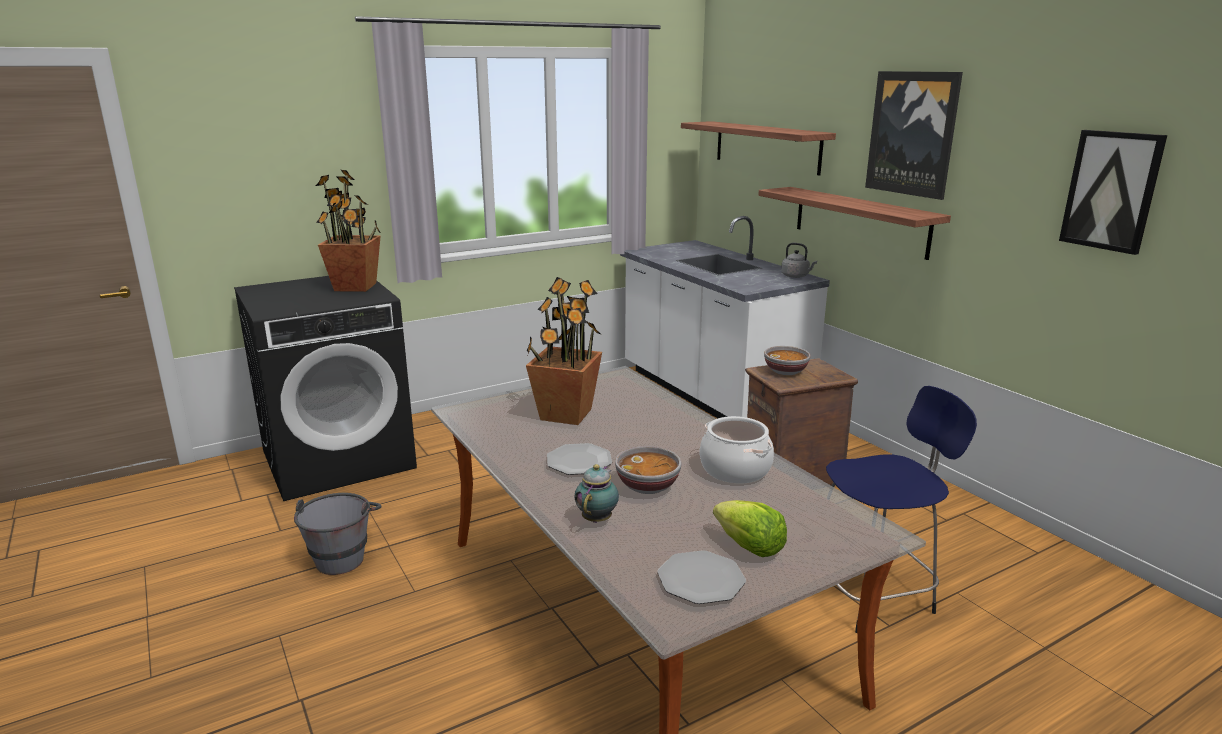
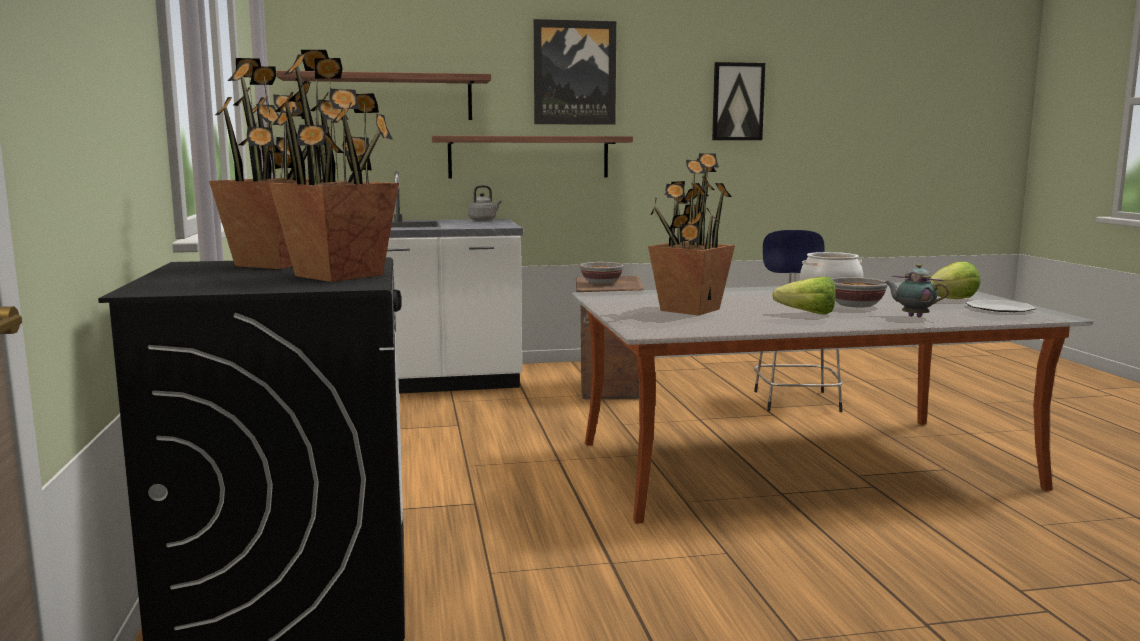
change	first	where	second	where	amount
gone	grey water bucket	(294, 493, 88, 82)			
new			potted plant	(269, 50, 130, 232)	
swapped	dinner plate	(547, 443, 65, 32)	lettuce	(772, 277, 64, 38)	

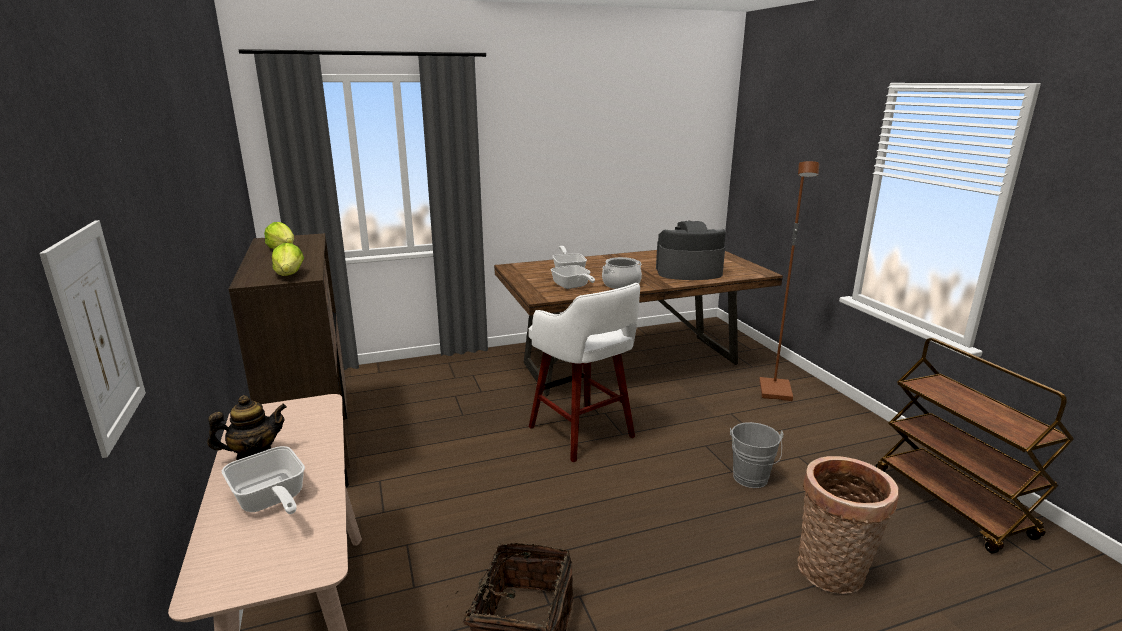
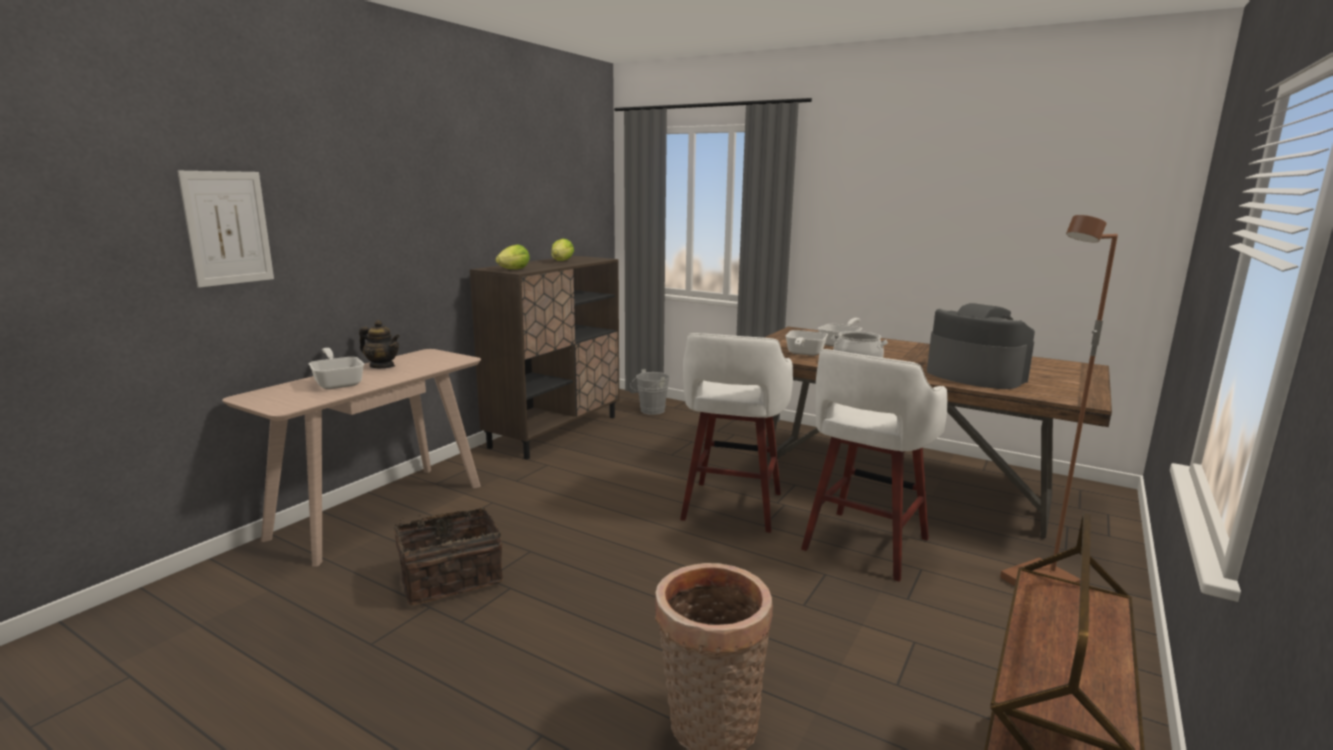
change	first	where	second	where	amount
new			white stool seat	(801, 349, 147, 233)	
shifted	grey water bucket	(730, 422, 54, 66)		(630, 369, 40, 46)	
rotated	frying pan	(222, 446, 83, 68)		(309, 348, 55, 41)	135 degrees clockwise

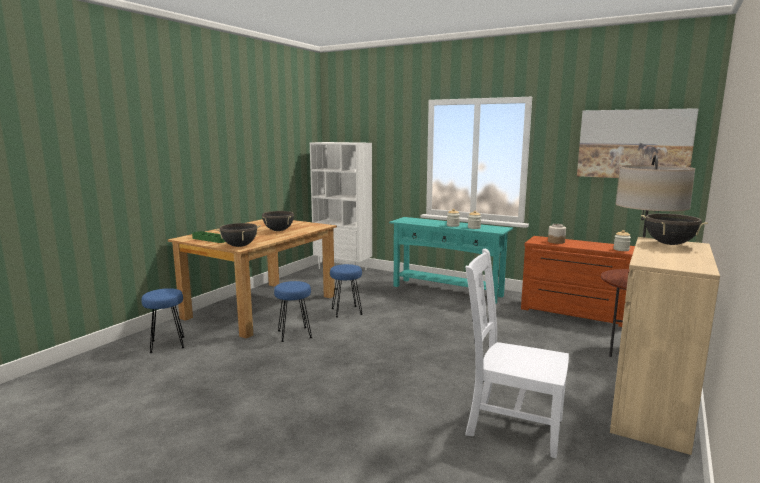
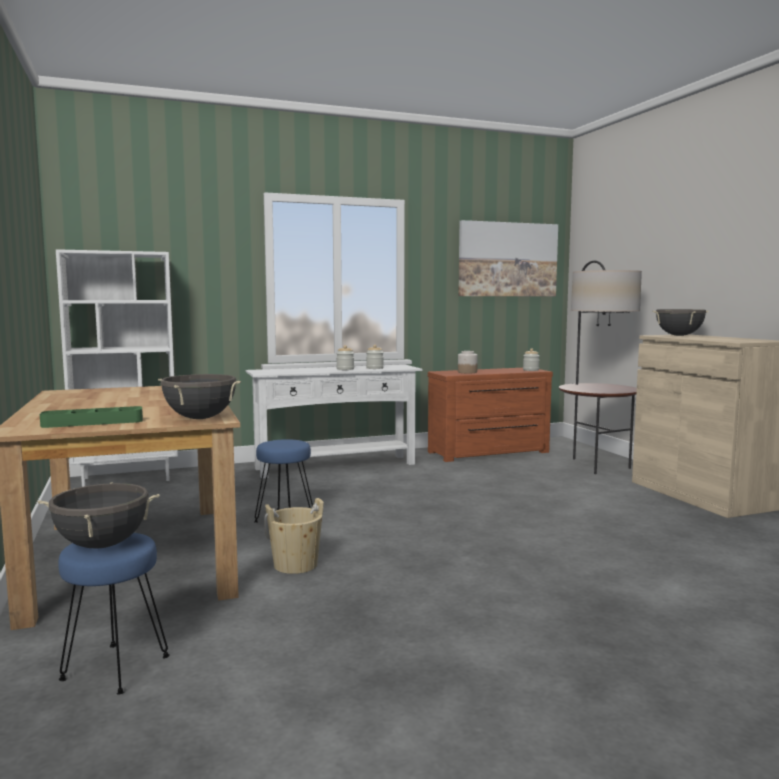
change	first	where	second	where	amount
gone	white chair	(465, 249, 104, 209)			
shifted	blackish cooking pot	(262, 211, 32, 20)		(38, 482, 122, 67)	
swapped	blue-coloured stool seat	(274, 281, 38, 61)	beige water bucket	(264, 498, 60, 76)	
repainted	turquoise hall table	(389, 217, 124, 87)	white hall table	(246, 364, 176, 115)	

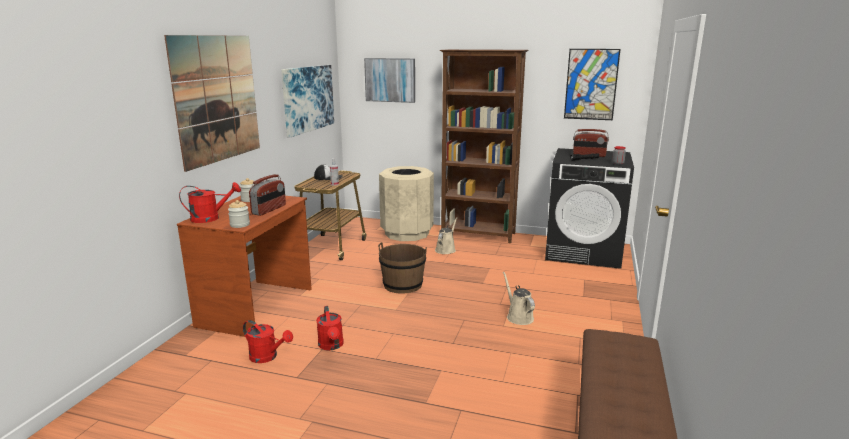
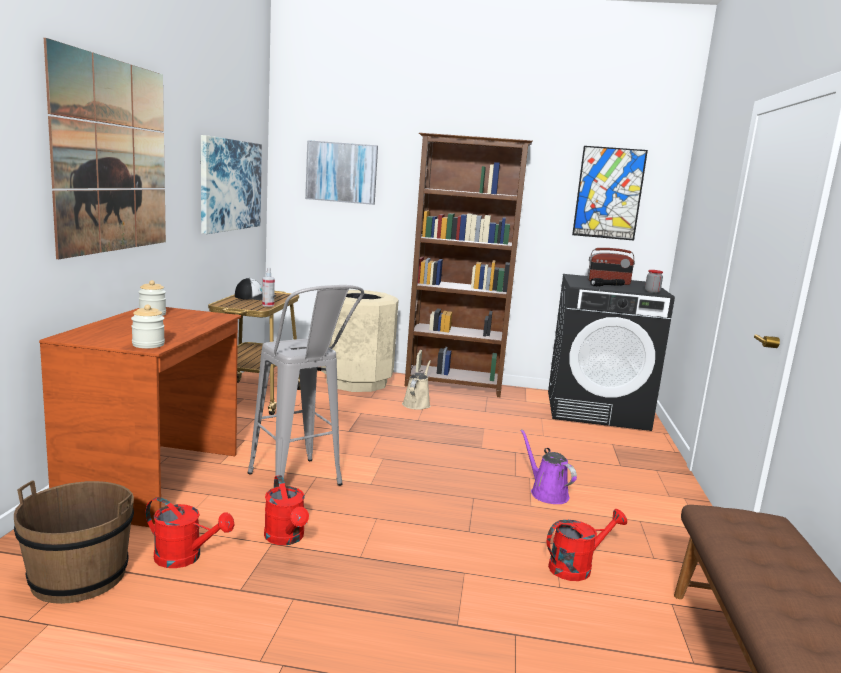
change	first	where	second	where	amount
gone	radio	(249, 174, 37, 42)			
new			grey stool seat	(248, 285, 116, 201)	
shifted	red-coloured watering pot	(179, 182, 62, 41)		(547, 509, 80, 72)	
shifted	brown-coloured water bucket	(378, 242, 49, 52)		(14, 480, 120, 124)	
repainted	beige watering pot	(503, 272, 32, 53)	purple watering pot	(520, 429, 57, 75)	

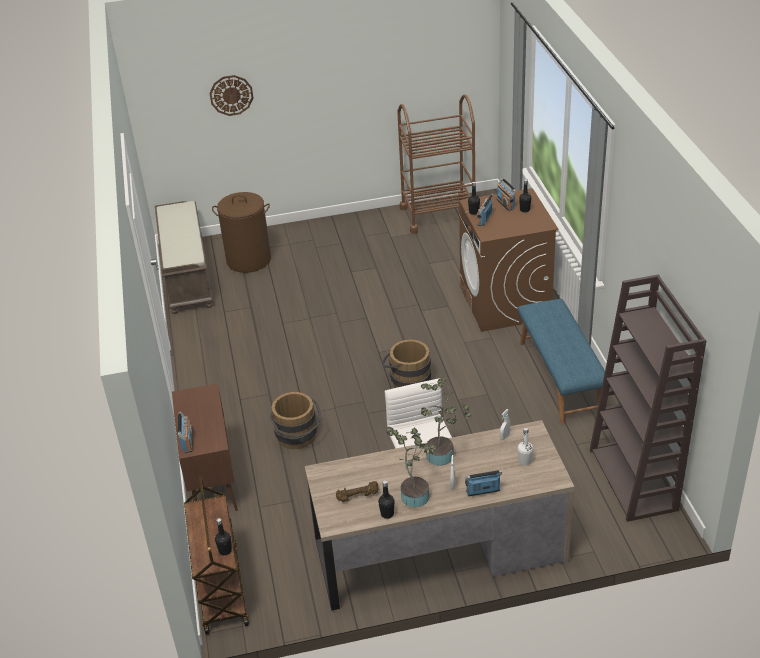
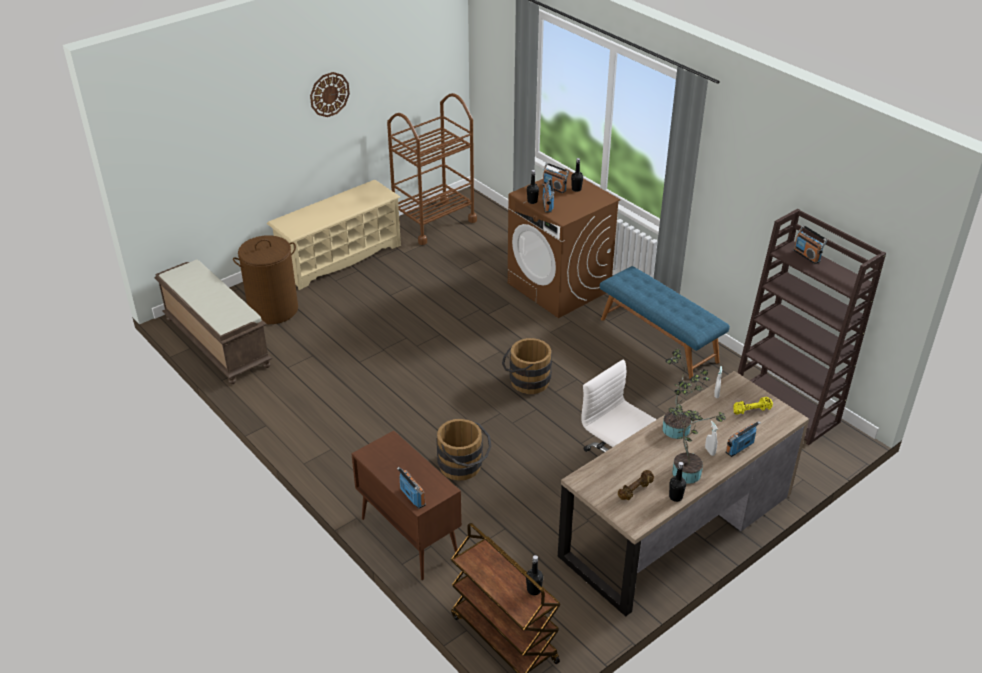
change	first	where	second	where	amount
new			beige shoe stand	(267, 180, 134, 110)	
new			radio	(793, 225, 34, 39)	
shifted	wall clock	(210, 75, 43, 41)		(310, 72, 40, 45)	
swapped	white drink bottle	(518, 428, 15, 37)	yellow free weight	(733, 397, 40, 18)	

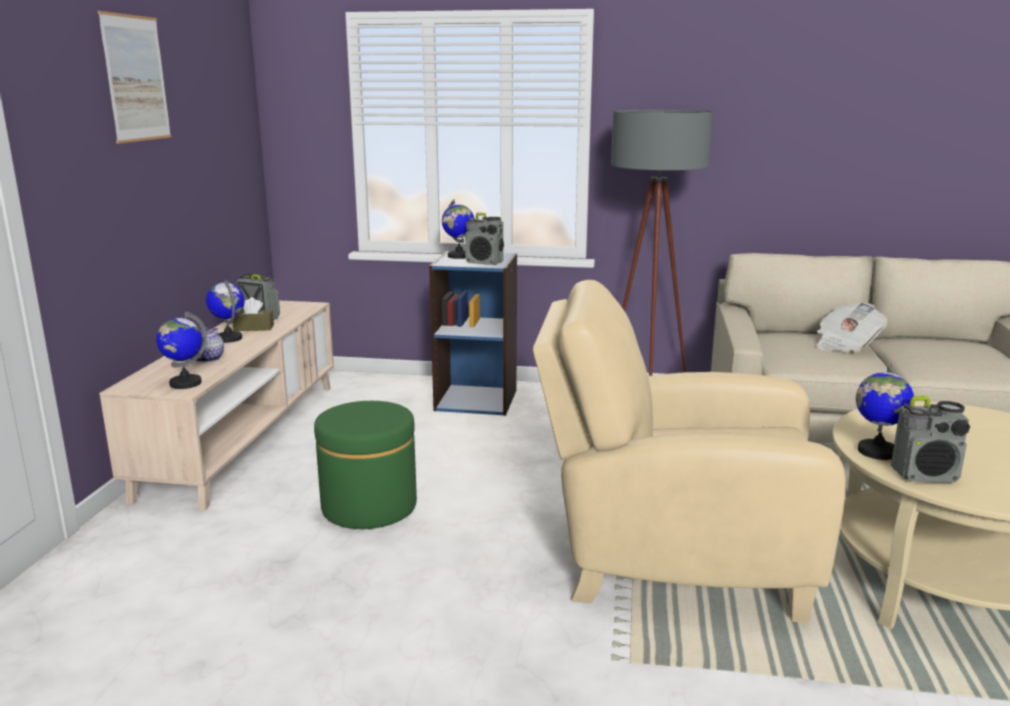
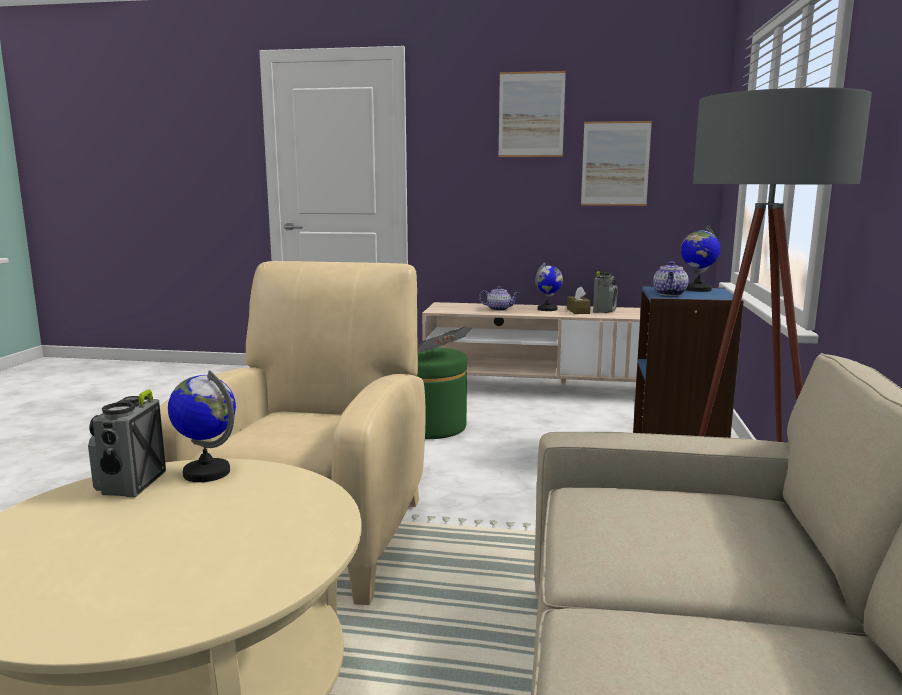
change	first	where	second	where	amount
gone	world globe	(156, 312, 51, 77)			
new			picture	(581, 121, 71, 85)	
shifted	newspaper	(817, 302, 71, 50)		(417, 327, 55, 25)	
swapped	radio	(465, 213, 39, 52)	tea pot	(653, 261, 36, 35)	

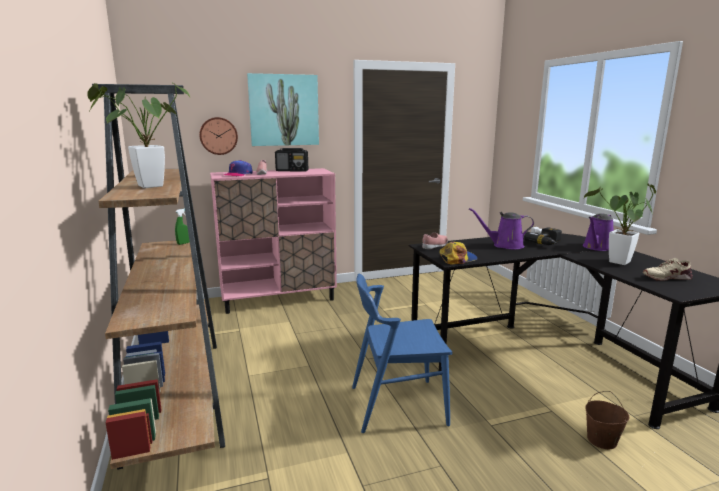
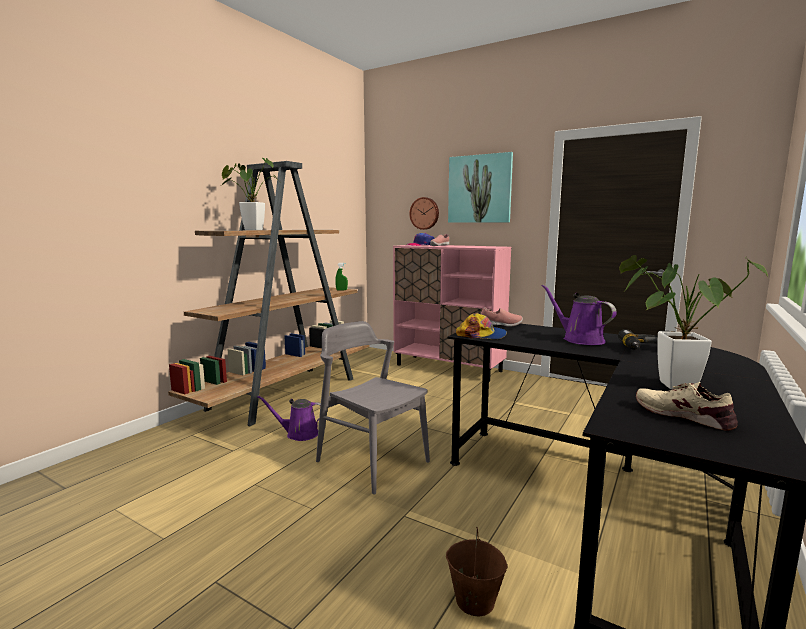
change	first	where	second	where	amount
gone	radio	(275, 148, 33, 24)			
shifted	purple watering pot	(583, 213, 31, 38)		(257, 396, 64, 45)	
repainted	blue-coloured chair	(352, 274, 100, 159)	grey chair	(316, 321, 114, 174)	

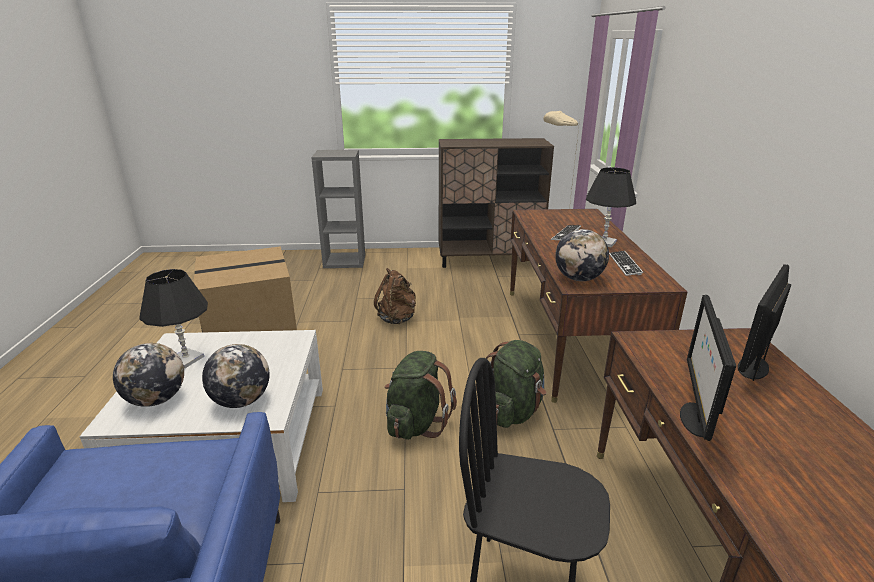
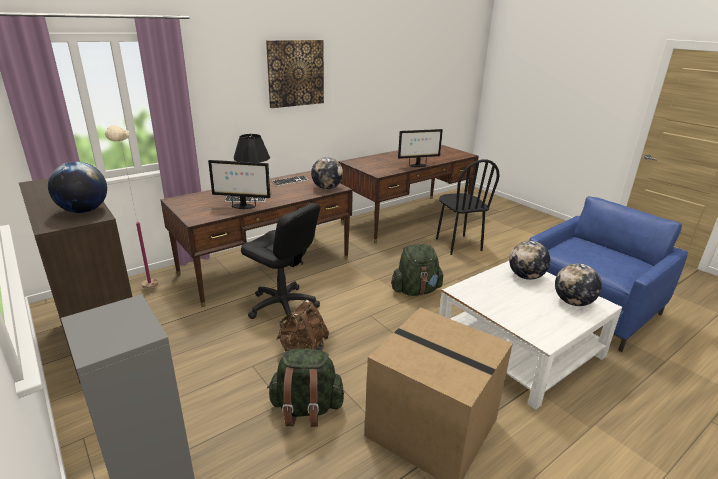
change	first	where	second	where	amount
gone	blackish lamp for a table	(139, 269, 69, 99)			
new			world globe	(48, 161, 59, 52)	
new			blackish desk chair	(241, 203, 79, 116)	
new			picture	(266, 40, 58, 68)	
shifted	green-coloured backpack	(476, 340, 71, 88)		(267, 348, 77, 79)	
shifted	monitor	(738, 264, 54, 117)		(208, 160, 62, 49)	

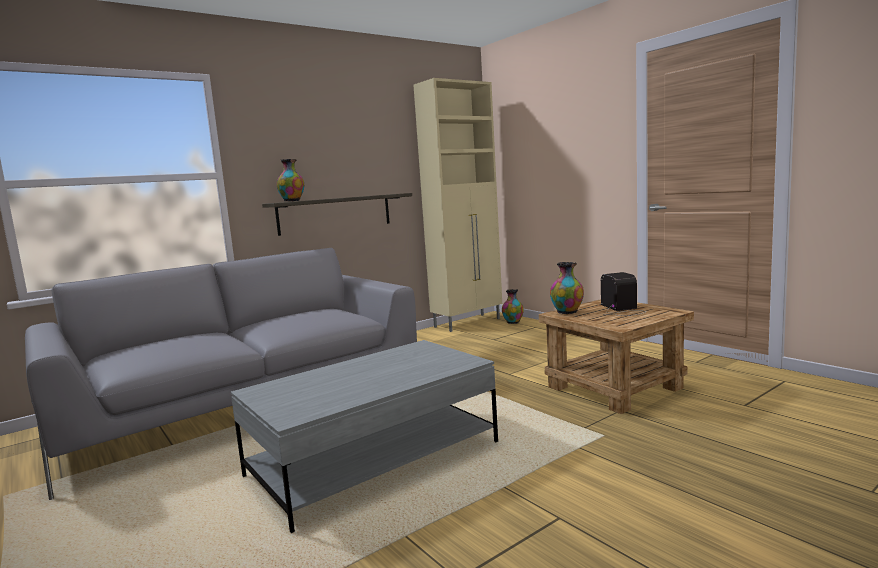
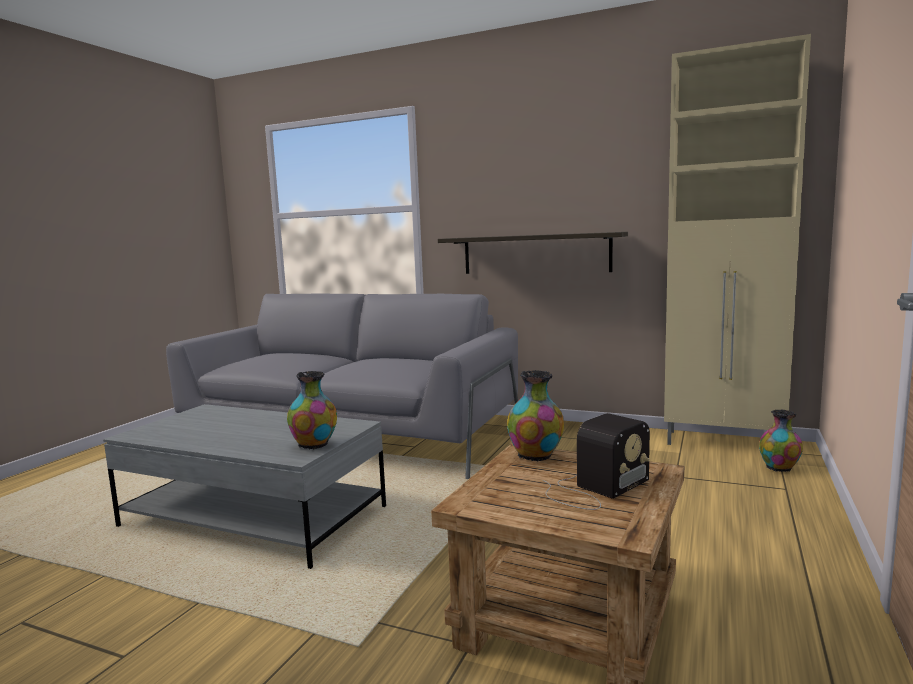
change	first	where	second	where	amount
shifted	flower vase	(277, 159, 27, 42)		(287, 371, 50, 78)	

